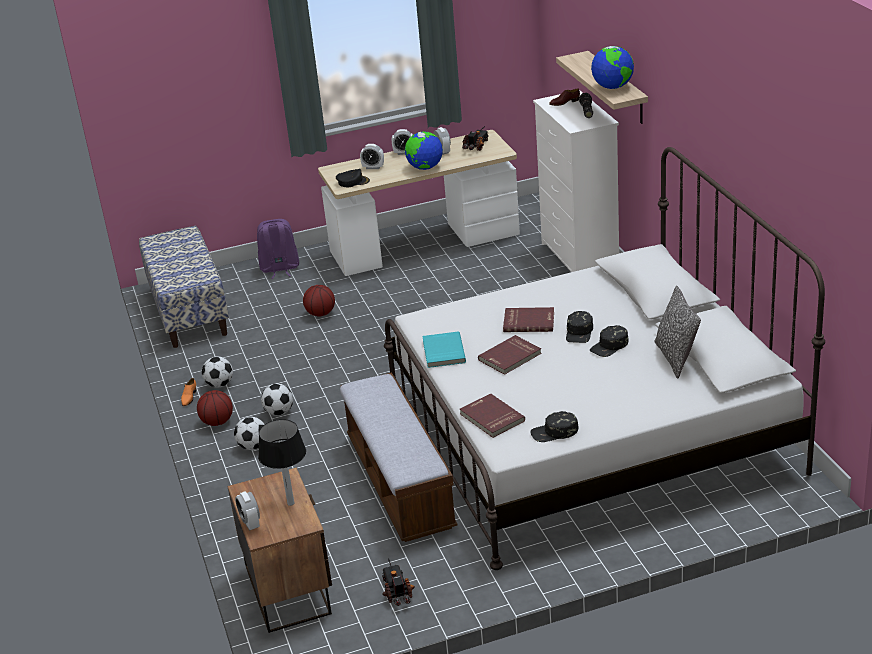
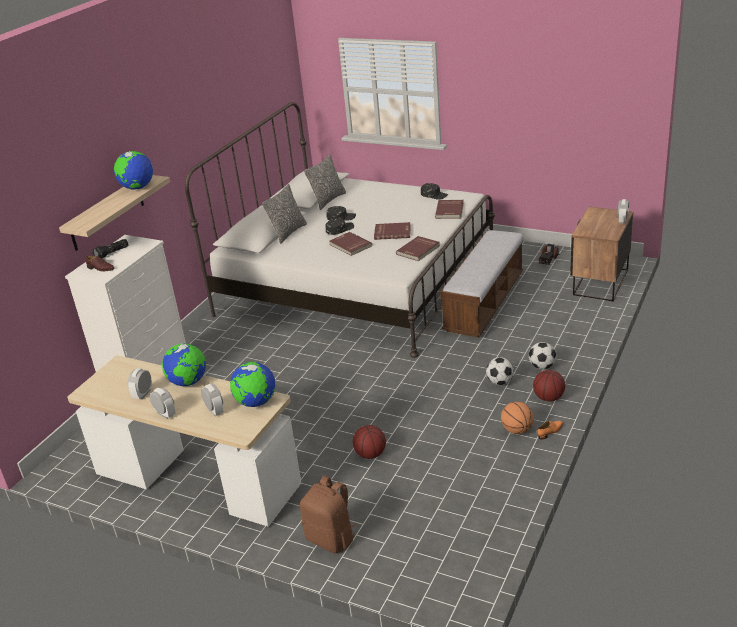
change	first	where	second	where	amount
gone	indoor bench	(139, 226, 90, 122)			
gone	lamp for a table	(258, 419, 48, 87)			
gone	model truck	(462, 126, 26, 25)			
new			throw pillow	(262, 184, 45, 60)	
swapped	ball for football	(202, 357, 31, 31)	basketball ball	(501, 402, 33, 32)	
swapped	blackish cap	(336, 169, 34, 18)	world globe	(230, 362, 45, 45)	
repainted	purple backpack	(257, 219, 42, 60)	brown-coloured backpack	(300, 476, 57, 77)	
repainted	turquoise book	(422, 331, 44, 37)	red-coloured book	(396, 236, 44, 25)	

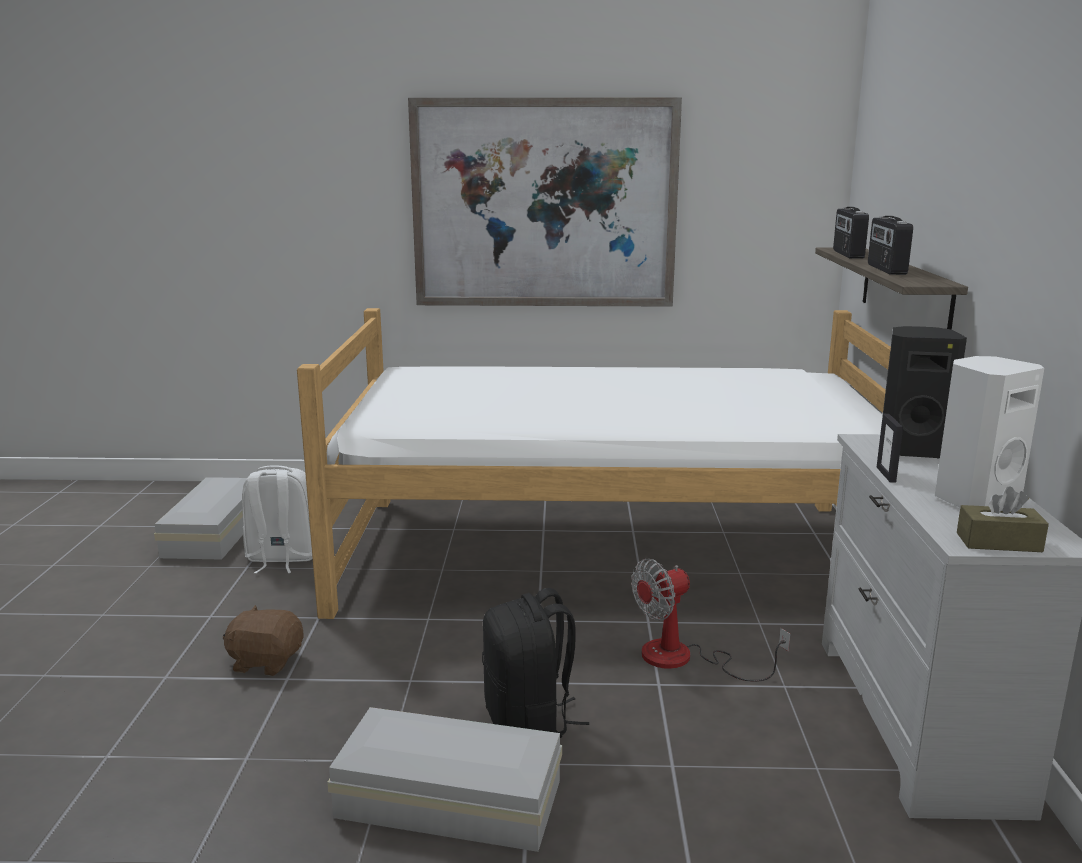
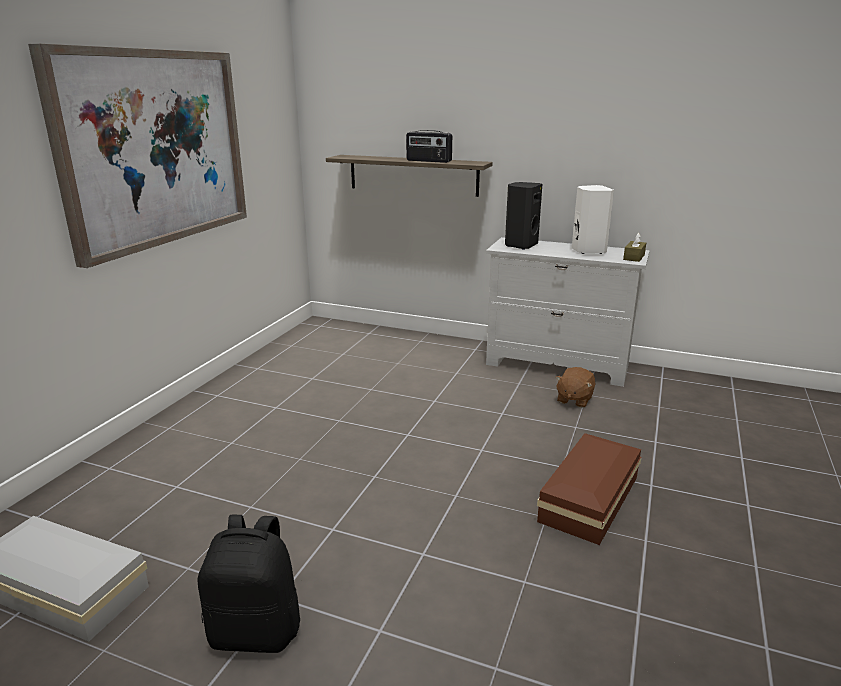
change	first	where	second	where	amount
gone	white backpack	(242, 465, 71, 109)			
gone	bedroom bed	(297, 308, 594, 311)			
gone	fan	(631, 559, 160, 123)			
gone	radio	(833, 207, 36, 52)			
gone	standing frame	(877, 414, 26, 69)			
shifted	brown-coloured plush toy	(223, 605, 81, 71)		(555, 367, 40, 41)	
shifted	blackish backpack	(482, 588, 107, 150)		(198, 515, 102, 138)	
repainted	white storage bin	(327, 707, 235, 145)	brown-coloured storage bin	(537, 433, 104, 112)	

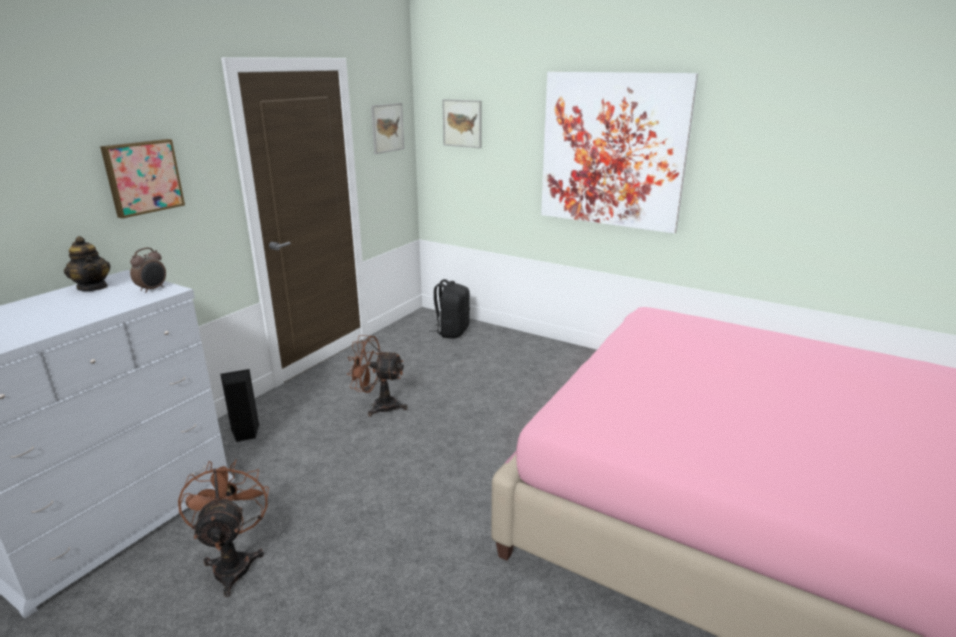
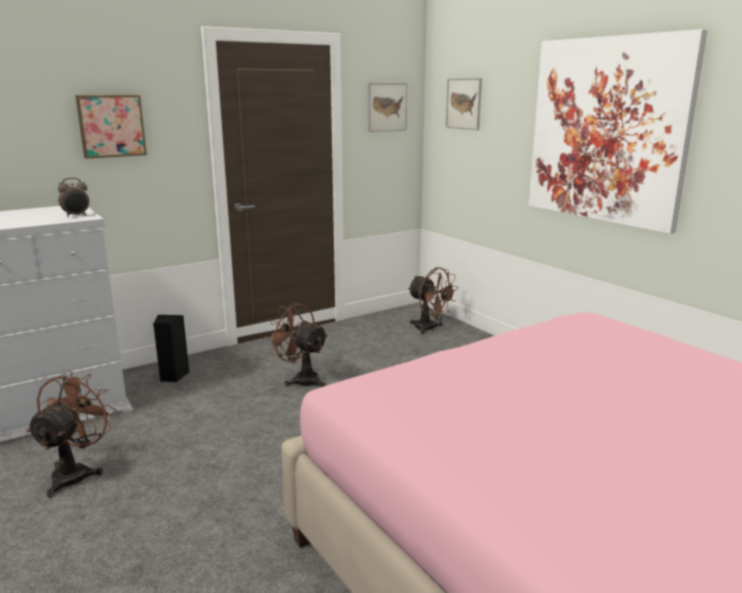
change	first	where	second	where	amount
gone	tea pot	(64, 236, 46, 55)			
swapped	blackish backpack	(429, 279, 41, 60)	brown-coloured fan	(408, 267, 50, 68)	

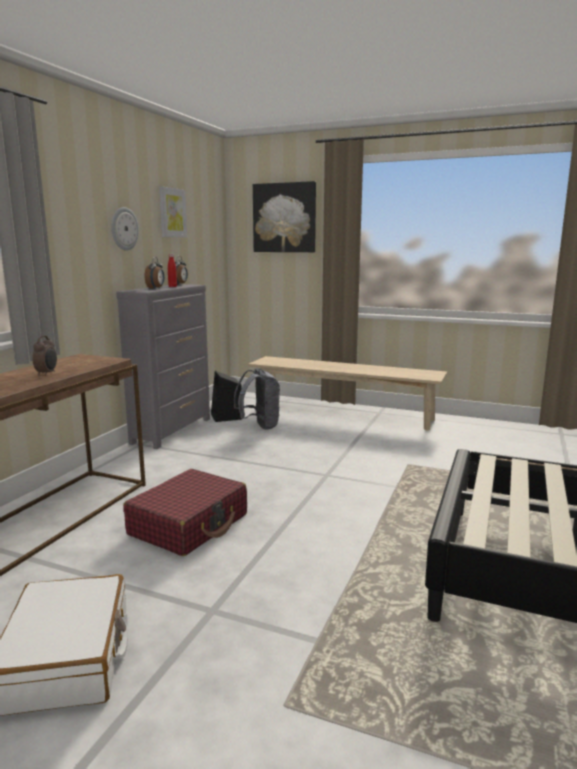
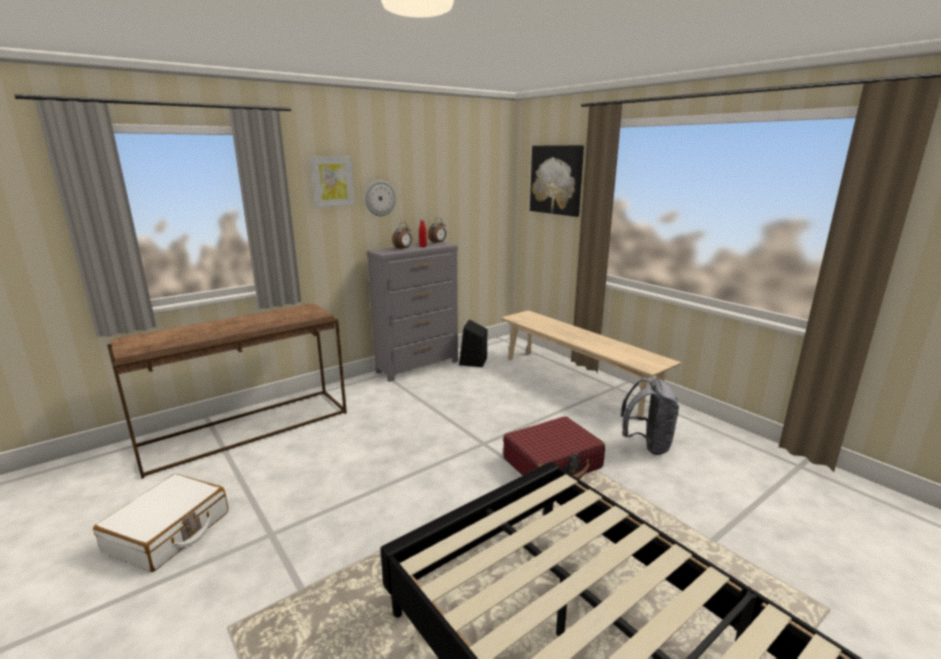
change	first	where	second	where	amount
gone	alarm clock	(32, 336, 25, 40)			
shifted	red-coloured piece of luggage	(123, 469, 124, 87)		(503, 416, 102, 63)	
shifted	picture	(159, 186, 28, 52)		(310, 157, 45, 51)	
shifted	grey backpack	(234, 368, 46, 62)		(621, 378, 58, 77)	

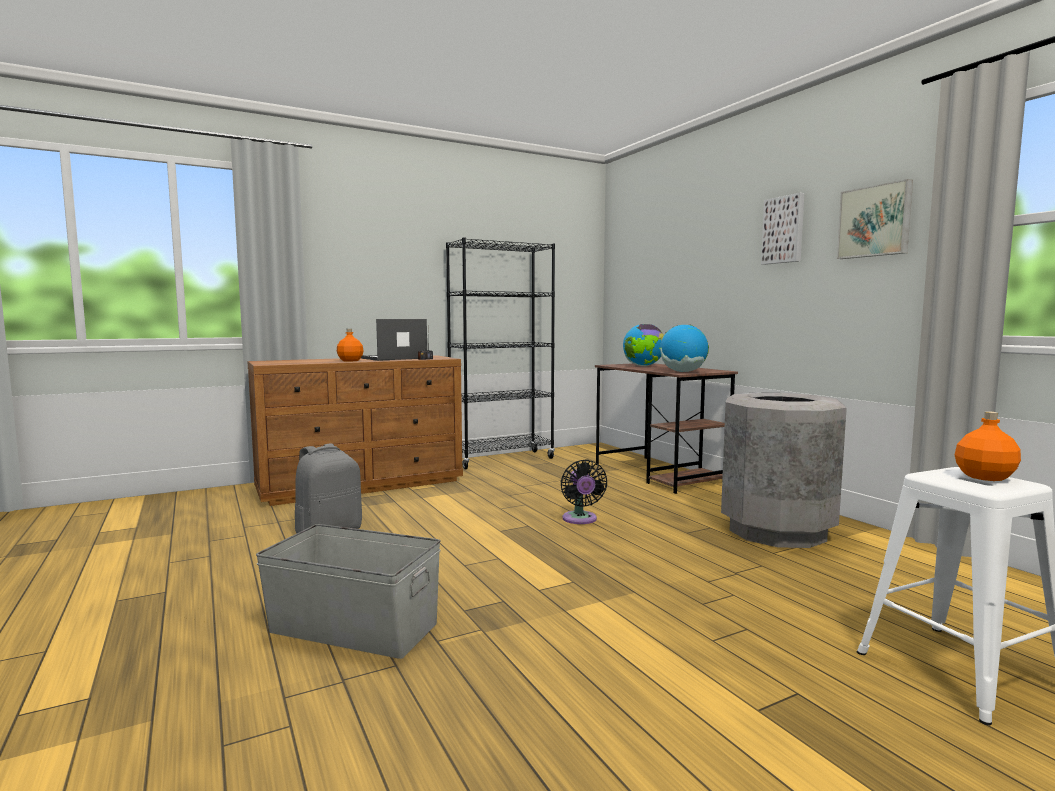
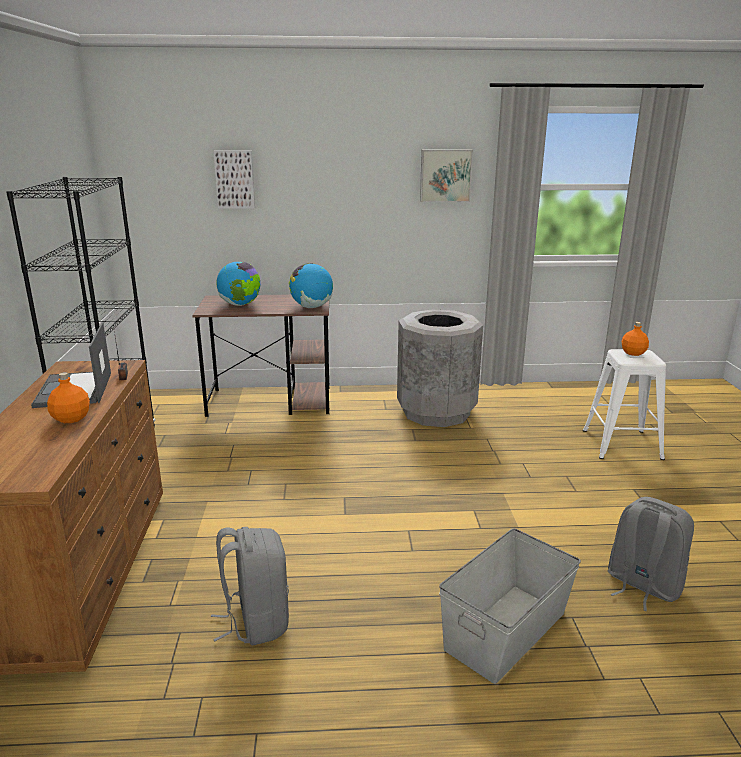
change	first	where	second	where	amount
gone	blackish fan	(561, 459, 46, 65)			
new			grey backpack	(607, 497, 87, 115)	
shifted	picture	(761, 193, 43, 72)		(213, 150, 42, 59)	

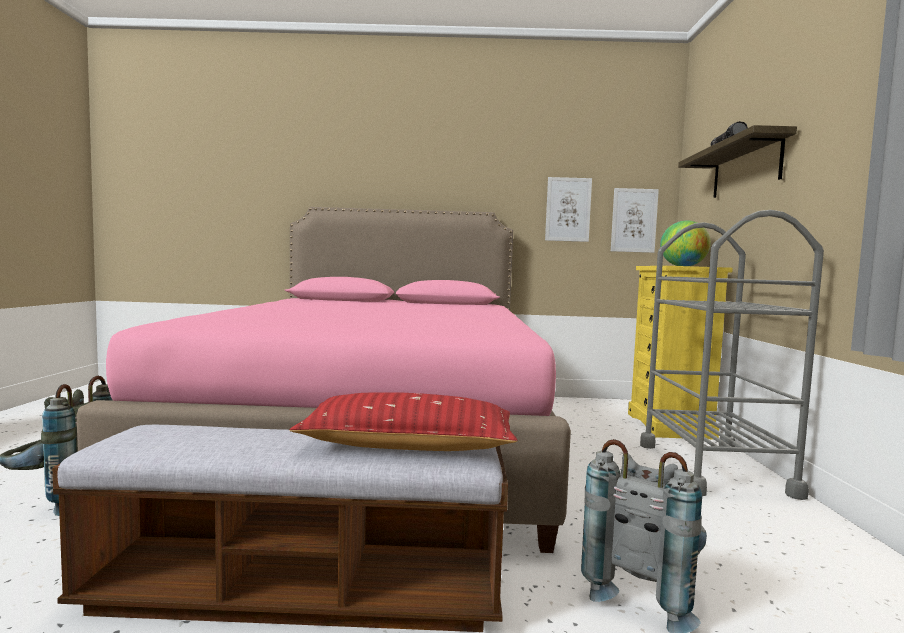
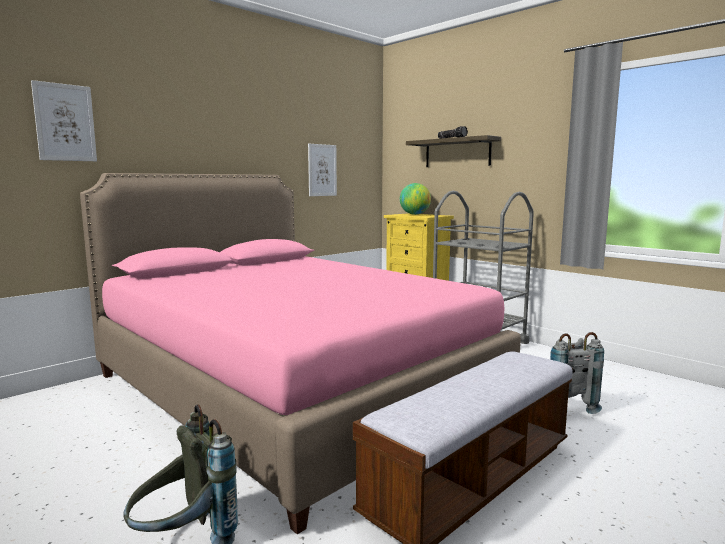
change	first	where	second	where	amount
gone	red-coloured throw pillow	(289, 392, 229, 59)			
shifted	picture	(611, 188, 48, 65)		(31, 80, 66, 81)	

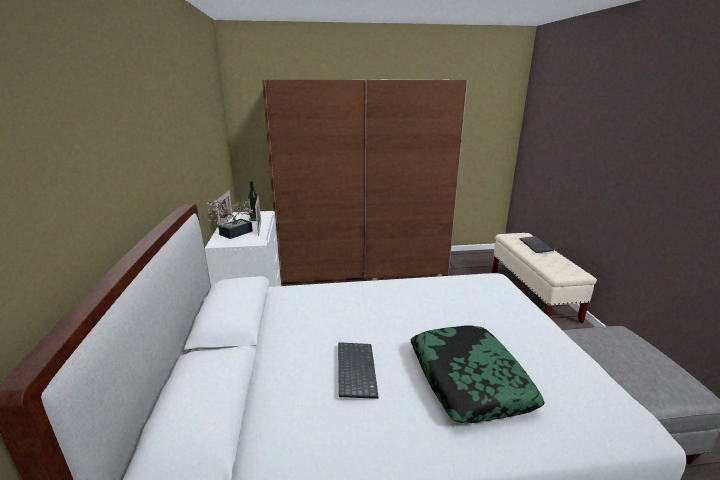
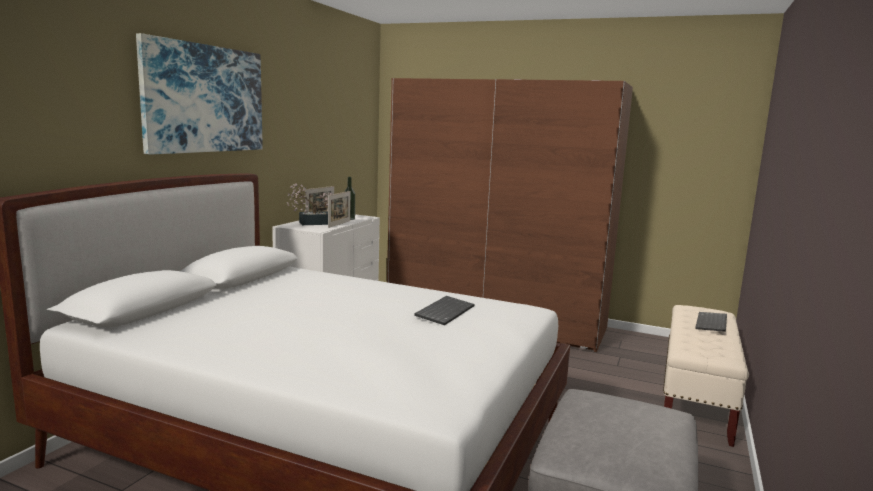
change	first	where	second	where	amount
gone	throw pillow	(411, 325, 134, 98)			
new			picture	(136, 33, 127, 122)	
shifted	PC keyboard	(338, 342, 41, 57)		(414, 296, 61, 29)	

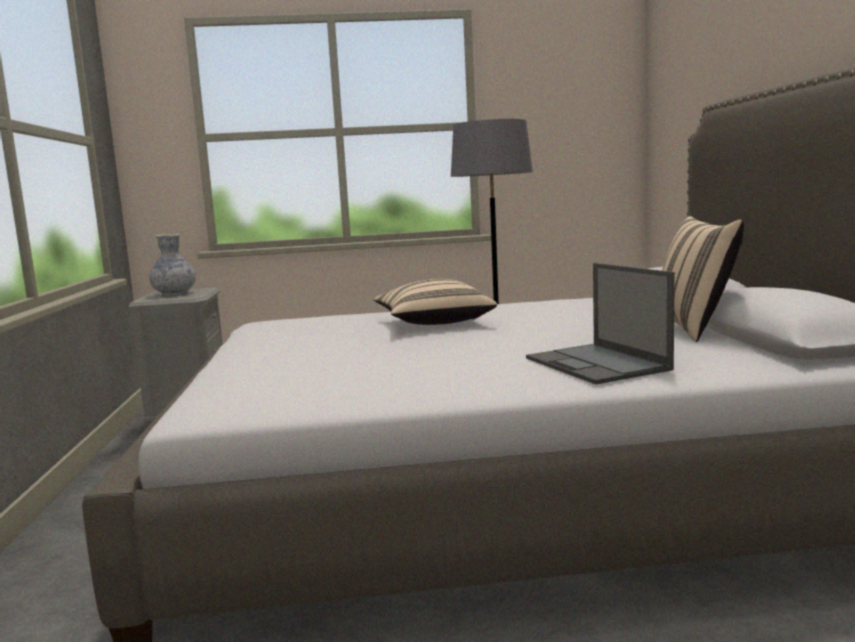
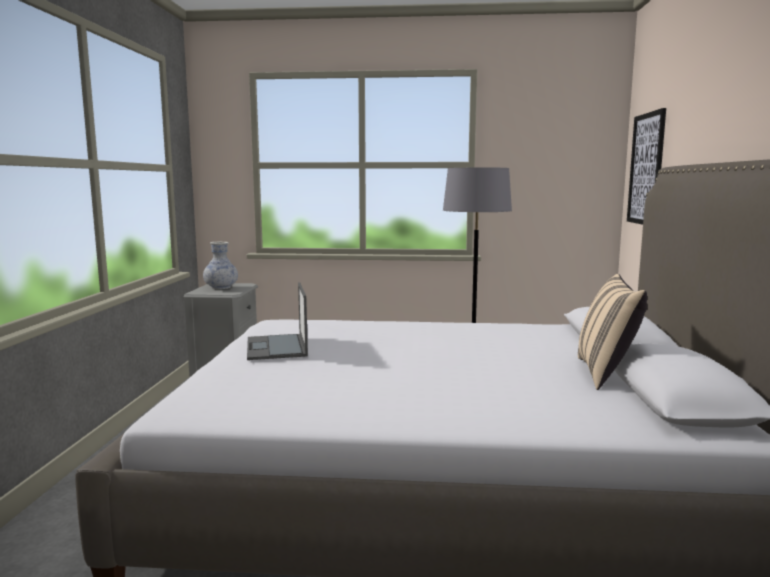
change	first	where	second	where	amount
gone	beige throw pillow	(373, 279, 124, 46)			
new			picture	(627, 108, 39, 117)	
shifted	notebook computer	(526, 263, 149, 122)		(247, 282, 61, 78)	

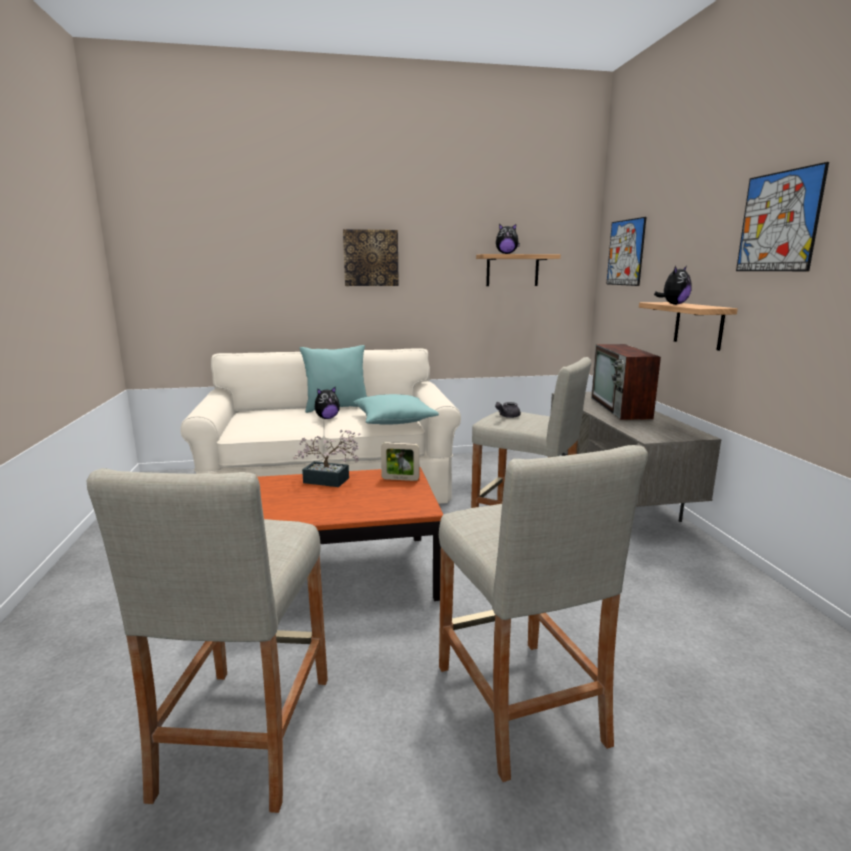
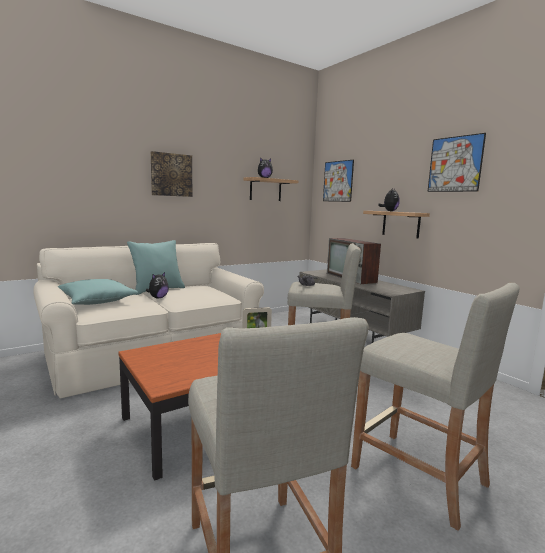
change	first	where	second	where	amount
gone	potted plant	(293, 430, 68, 57)			
shifted	turquoise throw pillow	(354, 394, 85, 31)		(58, 279, 80, 26)	

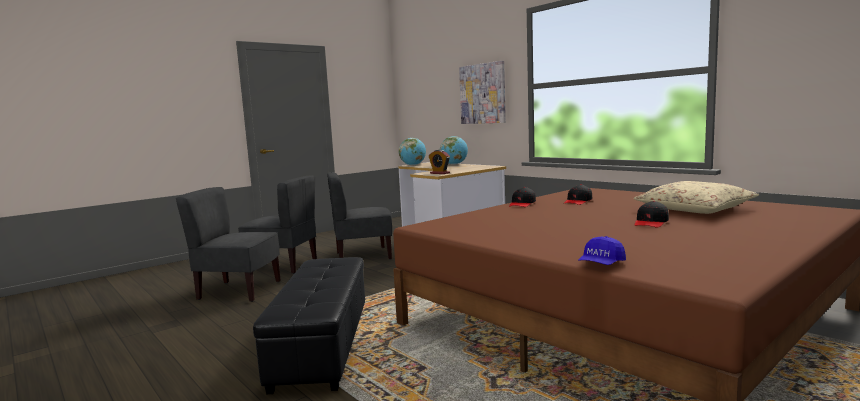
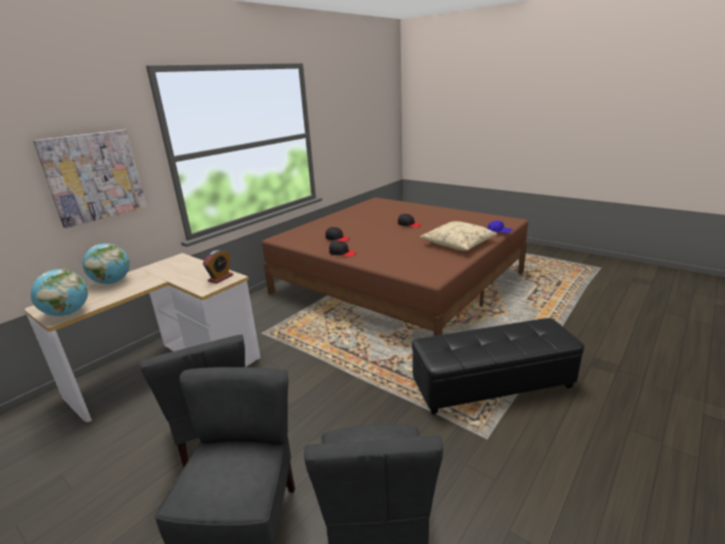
change	first	where	second	where	amount
shifted	beige throw pillow	(634, 181, 125, 33)		(420, 221, 78, 30)	

